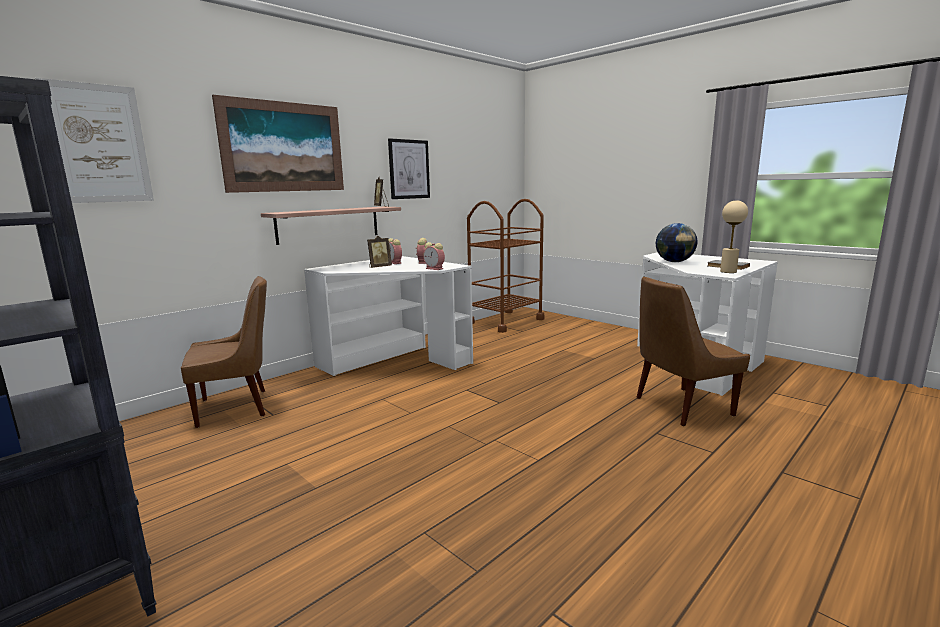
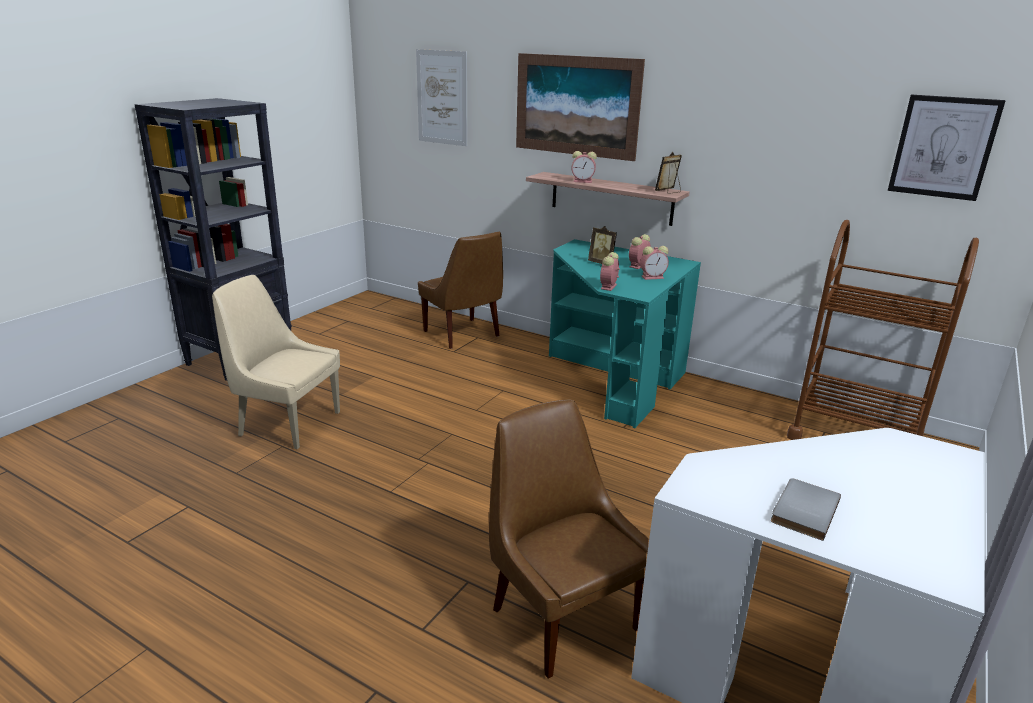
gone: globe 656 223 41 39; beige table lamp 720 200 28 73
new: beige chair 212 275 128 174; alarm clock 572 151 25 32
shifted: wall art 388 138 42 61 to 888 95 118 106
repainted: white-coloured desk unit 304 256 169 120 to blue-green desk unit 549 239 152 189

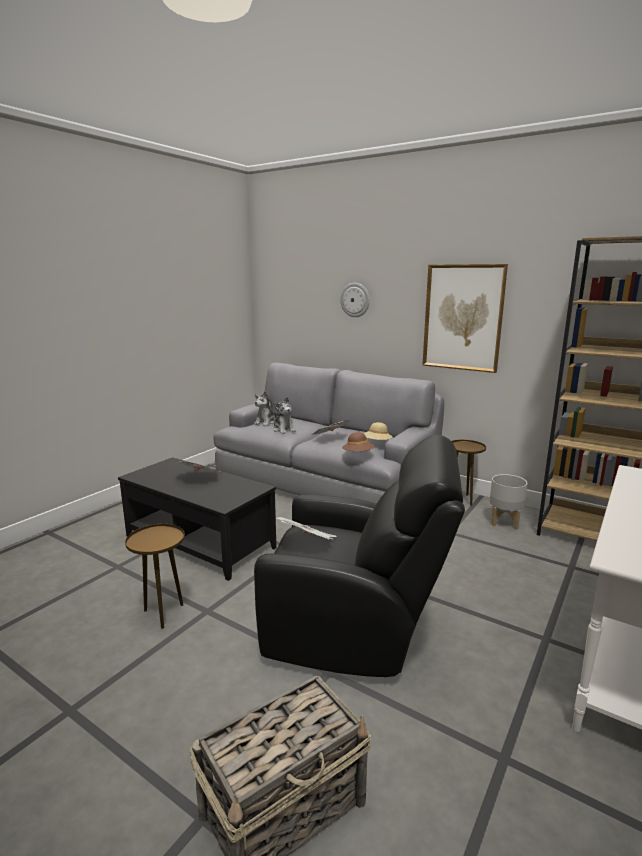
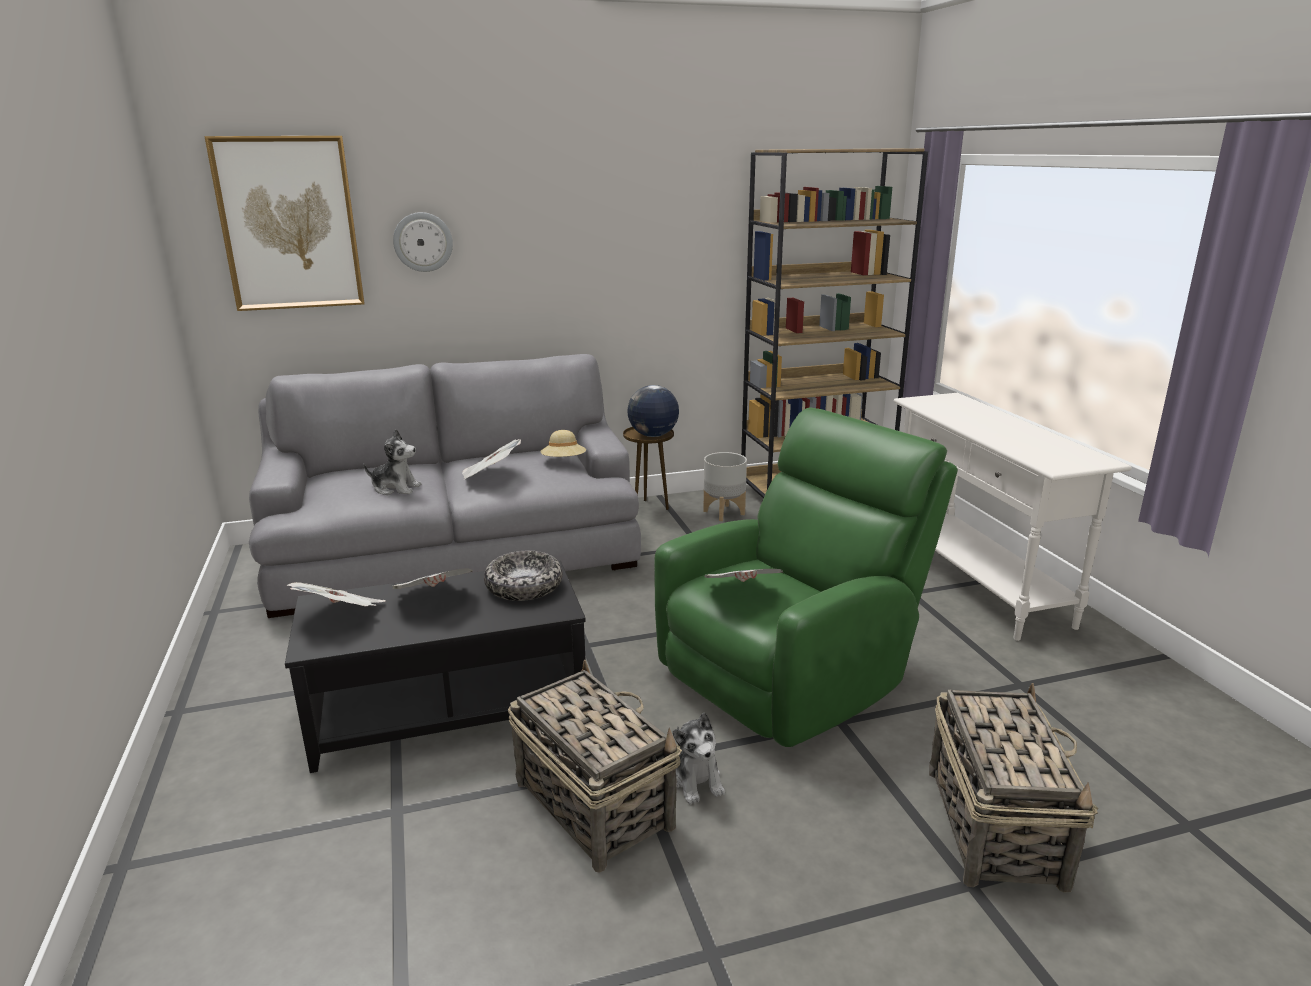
gone: brown-coloured wearable hat 342 432 33 19
new: newspaper 287 582 99 25; bowl 484 551 79 50; globe 627 385 52 52
shifted: plush toy 254 392 23 34 to 673 712 52 93; wall art 422 264 86 109 to 204 136 161 175
swapped: brown-coloured accent table 125 524 60 105 to storage basket 508 660 174 213
repainted: black-coloured armchair 254 435 211 242 to green-coloured armchair 654 407 304 340

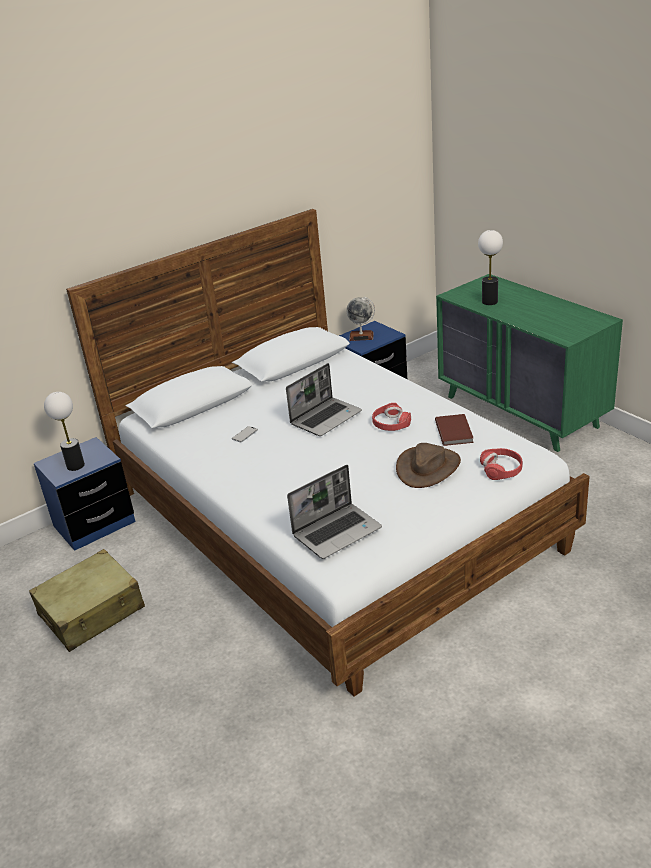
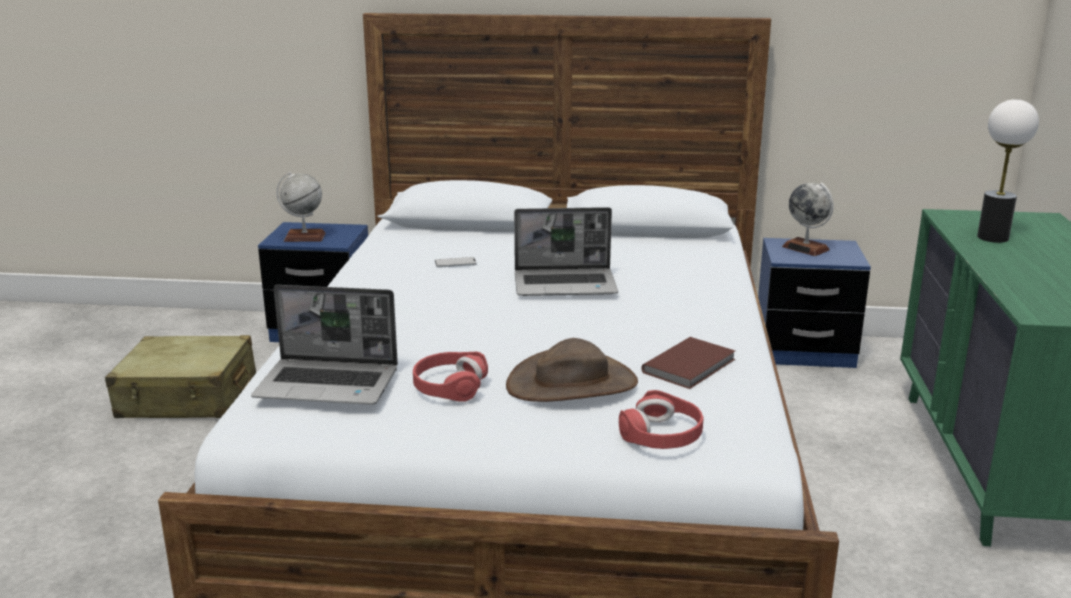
shifted: red headphones 372 403 39 28 to 413 352 75 50
swapped: table lamp 44 392 41 79 to globe 276 172 50 70

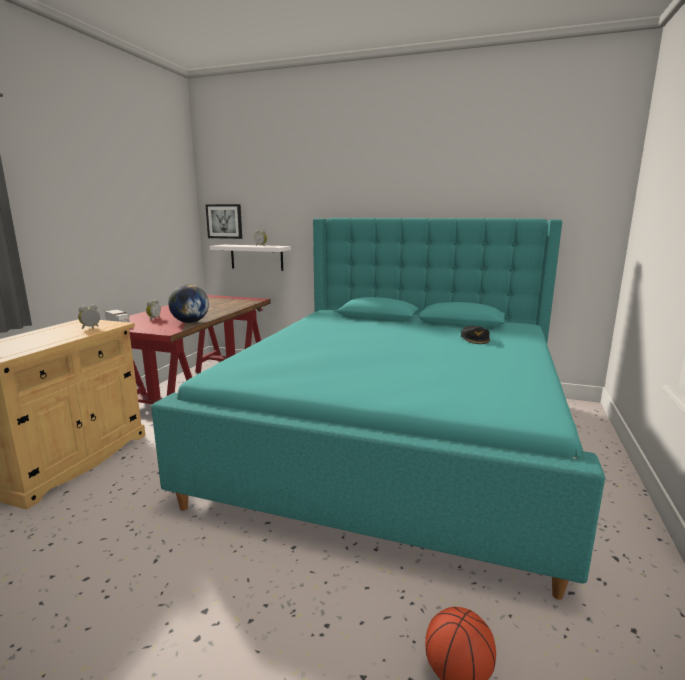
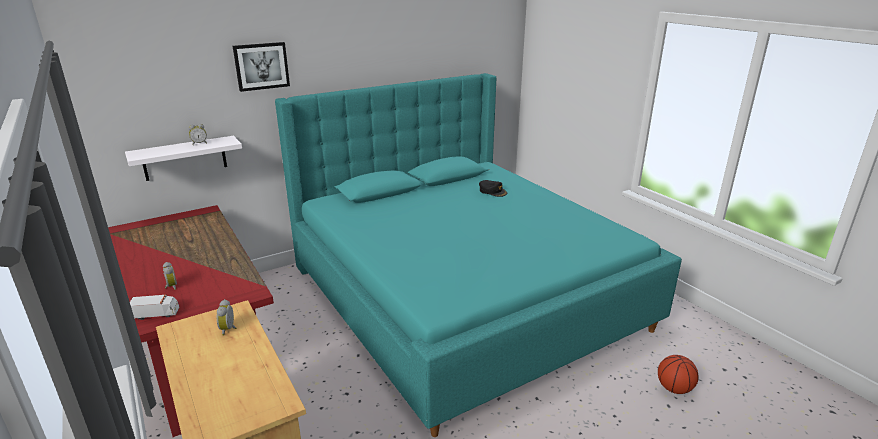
gone: globe 168 284 41 39
shifted: wall art 205 204 37 35 to 233 42 57 50

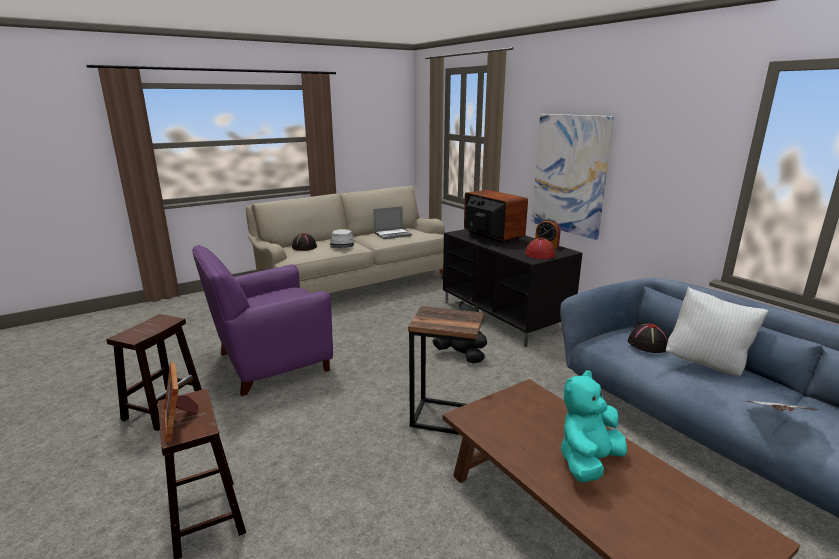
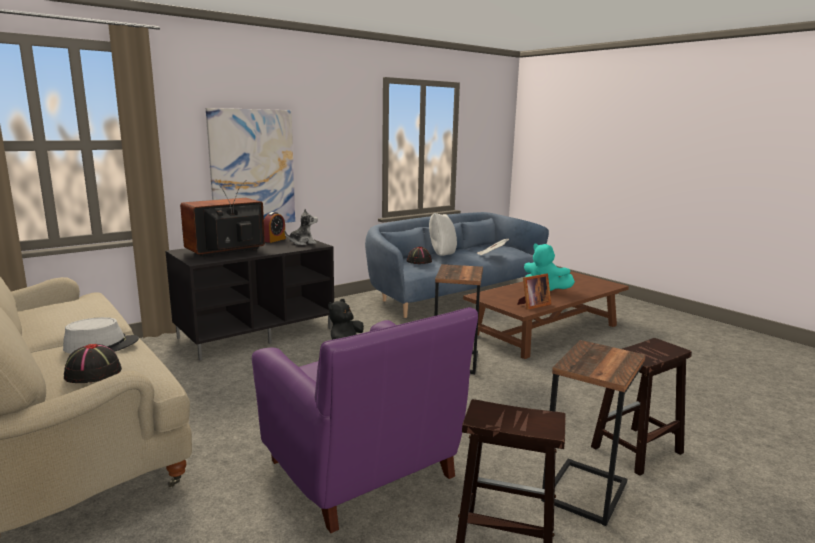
gone: laptop 373 206 39 33
new: accent table 541 340 105 186
shifted: photo frame 164 362 34 80 to 517 274 34 36
swapped: red wearable hat 525 238 30 21 to plush toy 284 209 34 36

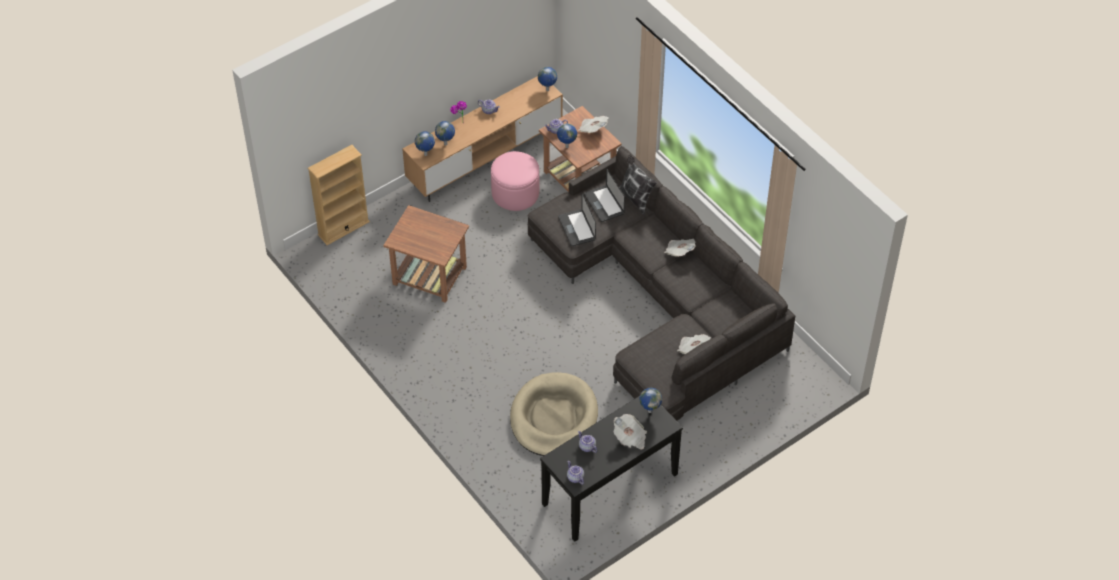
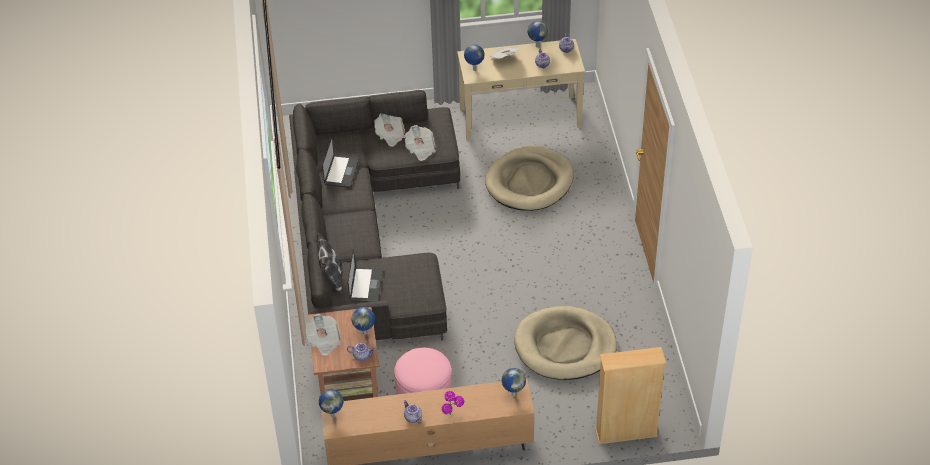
shifted: globe 435 121 20 25 to 528 21 20 26; laptop 558 193 38 53 to 322 136 37 52; newspaper 664 239 32 18 to 405 125 31 36
swapped: brown-coloured accent table 383 205 86 98 to beige dog bed 514 306 103 74
repainted: black-coloured console table 540 396 143 146 to beige console table 457 39 128 101

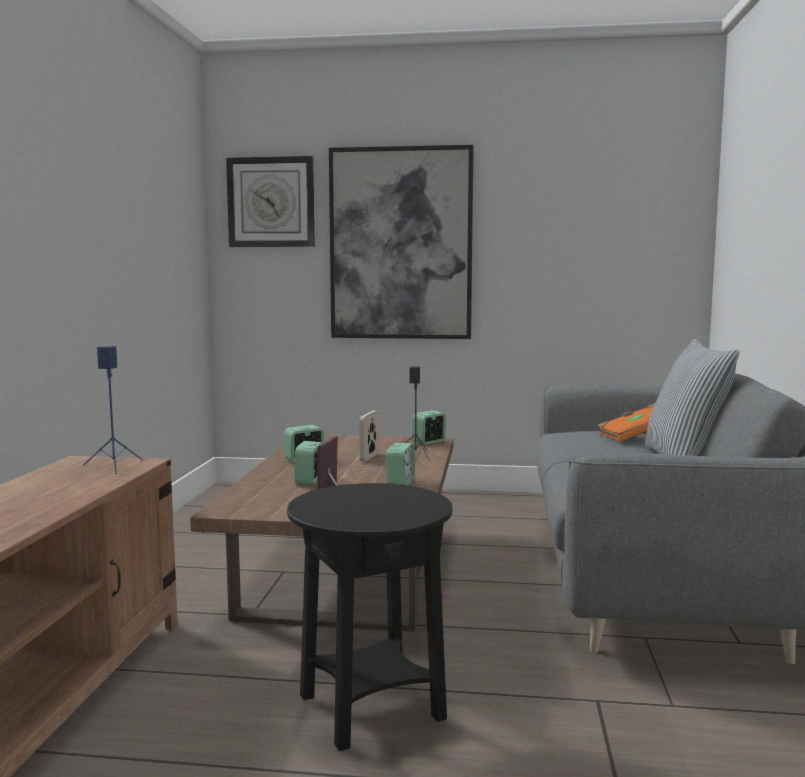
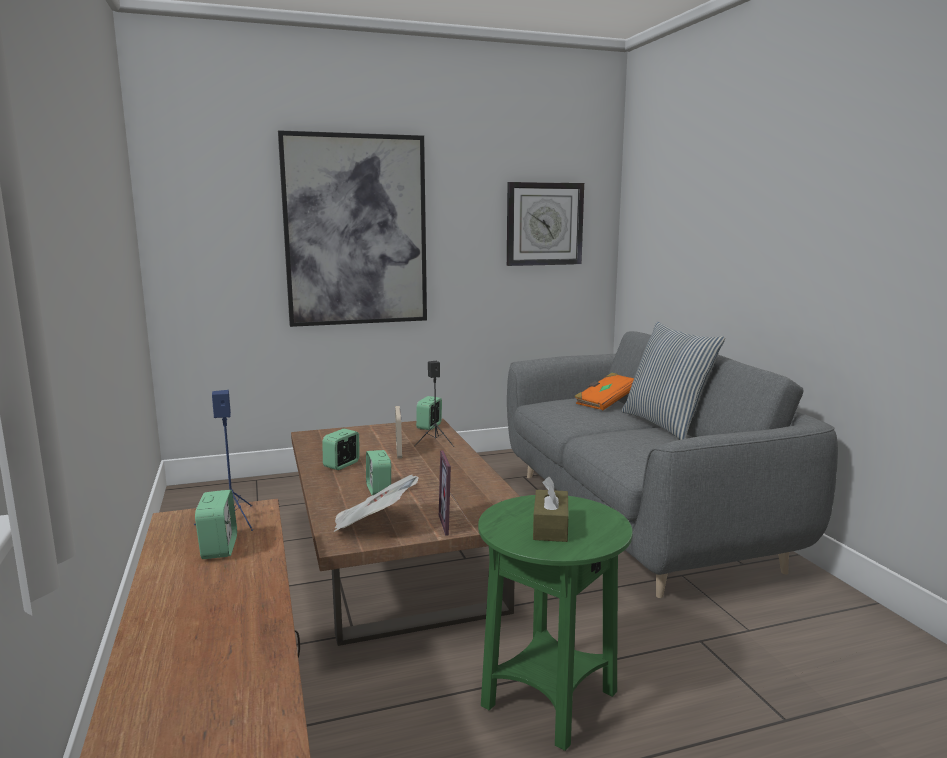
new: newspaper 333 474 86 58; brown-coloured tissue holder 533 477 35 65
shifted: wall clock 226 156 89 91 to 507 182 77 84; alarm clock 386 443 29 42 to 195 490 42 69
repainted: black-coloured accent table 287 483 166 268 to green-coloured accent table 478 495 155 256

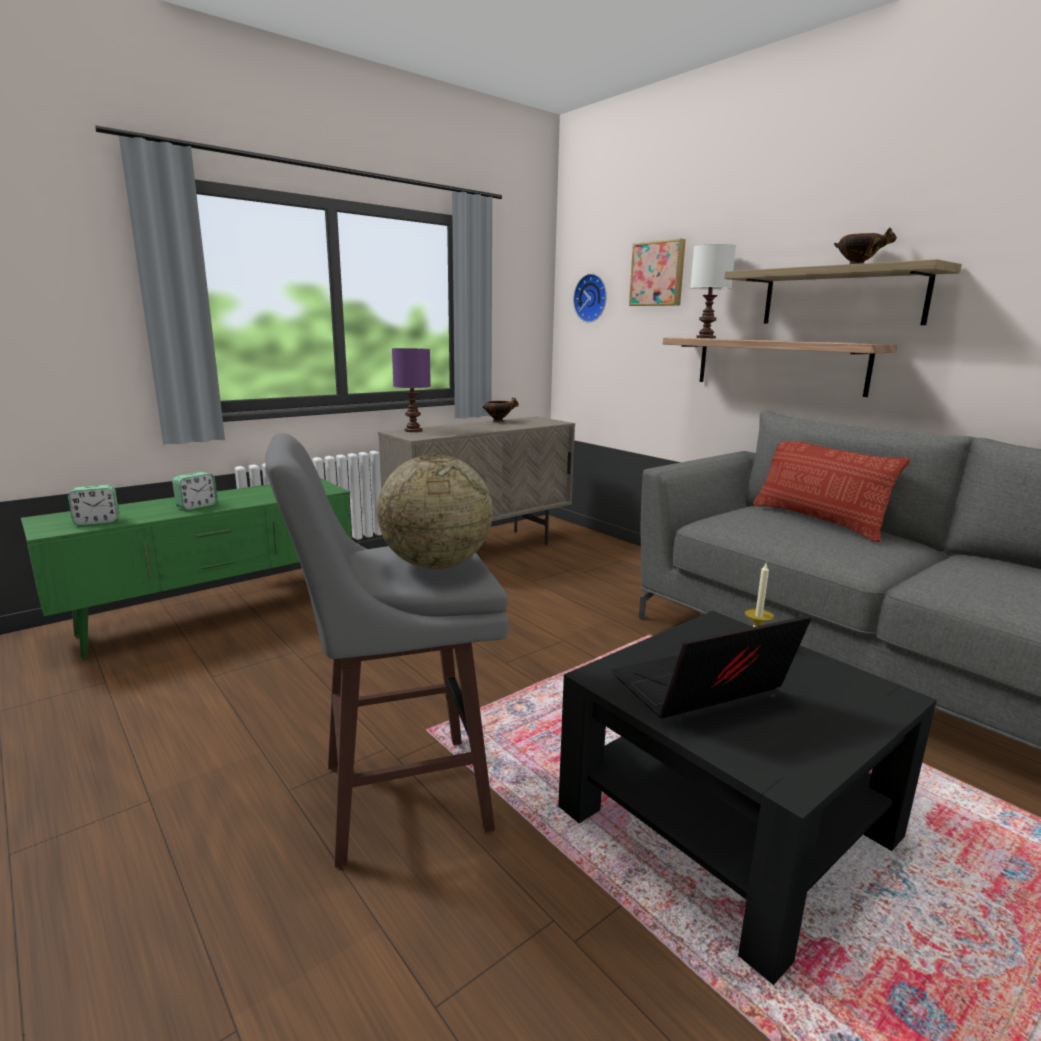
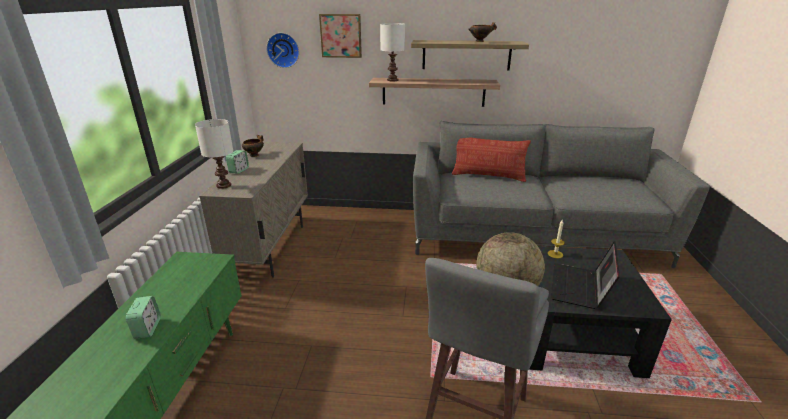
shifted: alarm clock 68 485 51 40 to 226 150 23 24
repainted: purple table lamp 392 348 39 84 to white-coloured table lamp 195 119 38 70

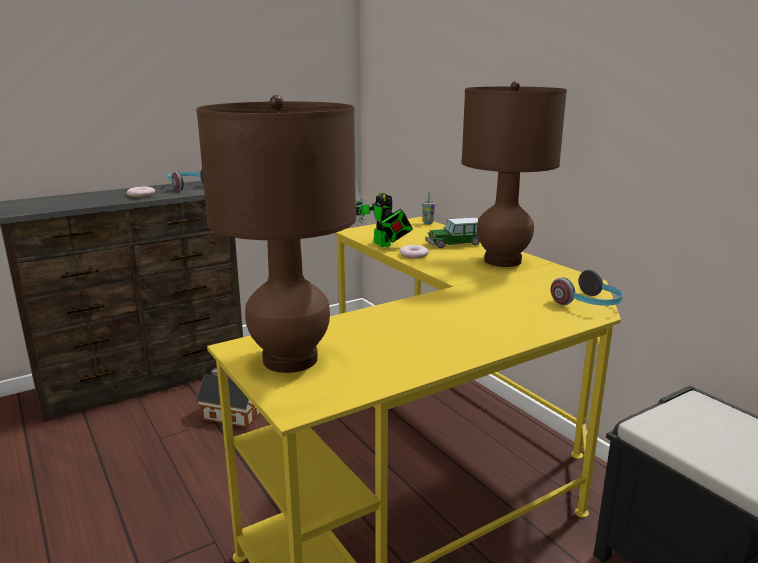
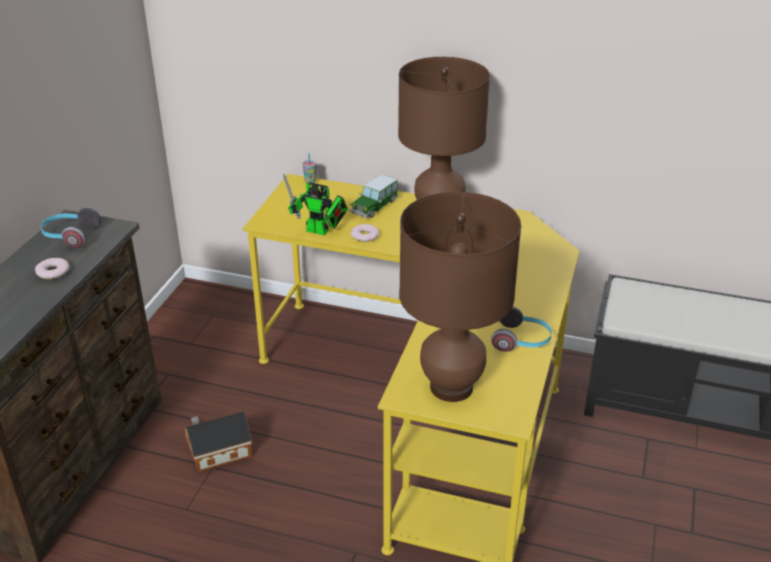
shifted: headphones 551 269 72 37 to 491 307 61 45

